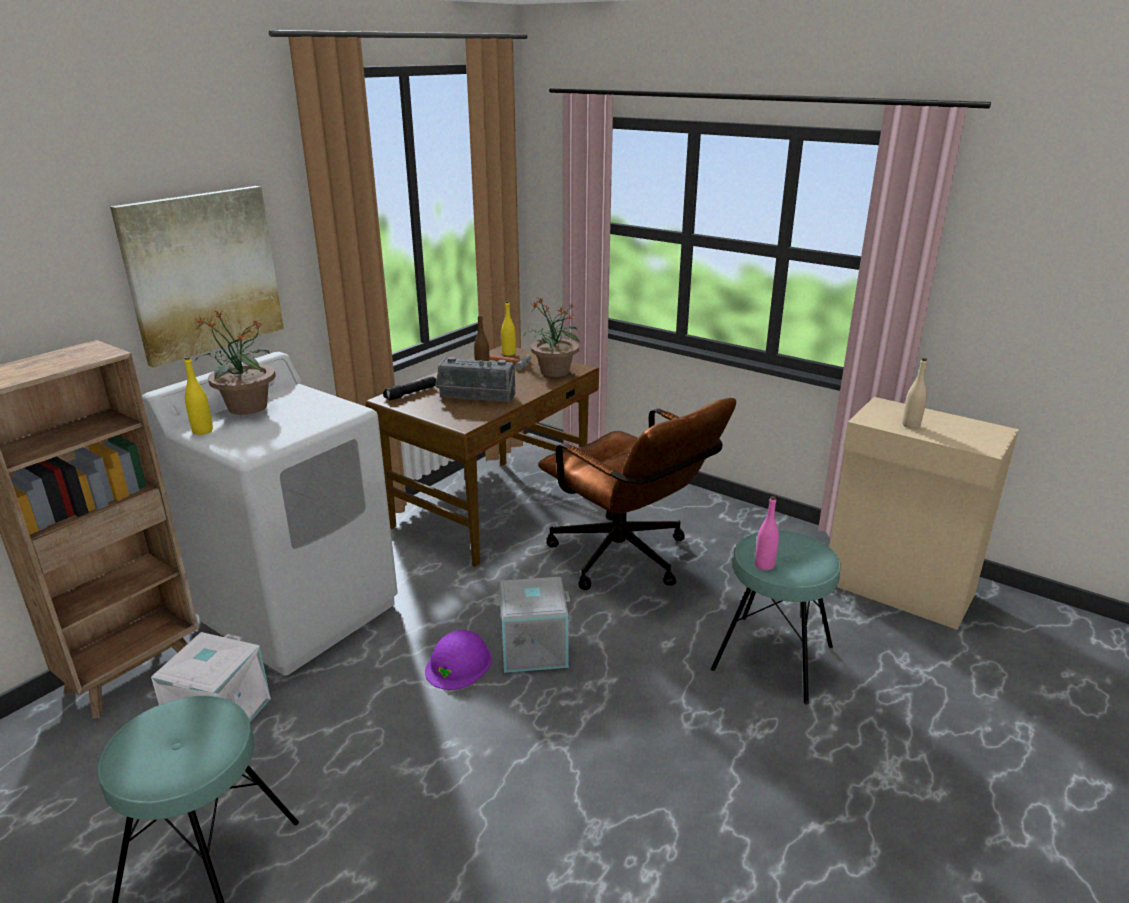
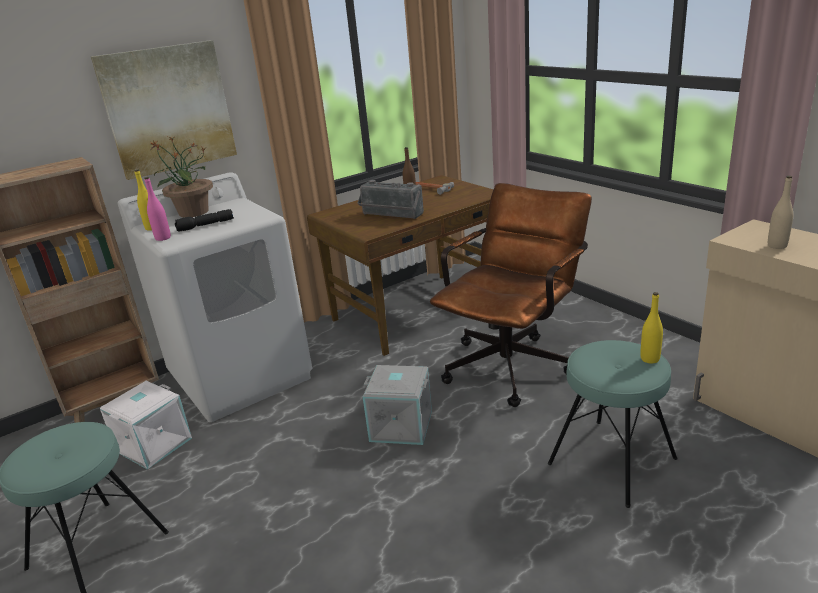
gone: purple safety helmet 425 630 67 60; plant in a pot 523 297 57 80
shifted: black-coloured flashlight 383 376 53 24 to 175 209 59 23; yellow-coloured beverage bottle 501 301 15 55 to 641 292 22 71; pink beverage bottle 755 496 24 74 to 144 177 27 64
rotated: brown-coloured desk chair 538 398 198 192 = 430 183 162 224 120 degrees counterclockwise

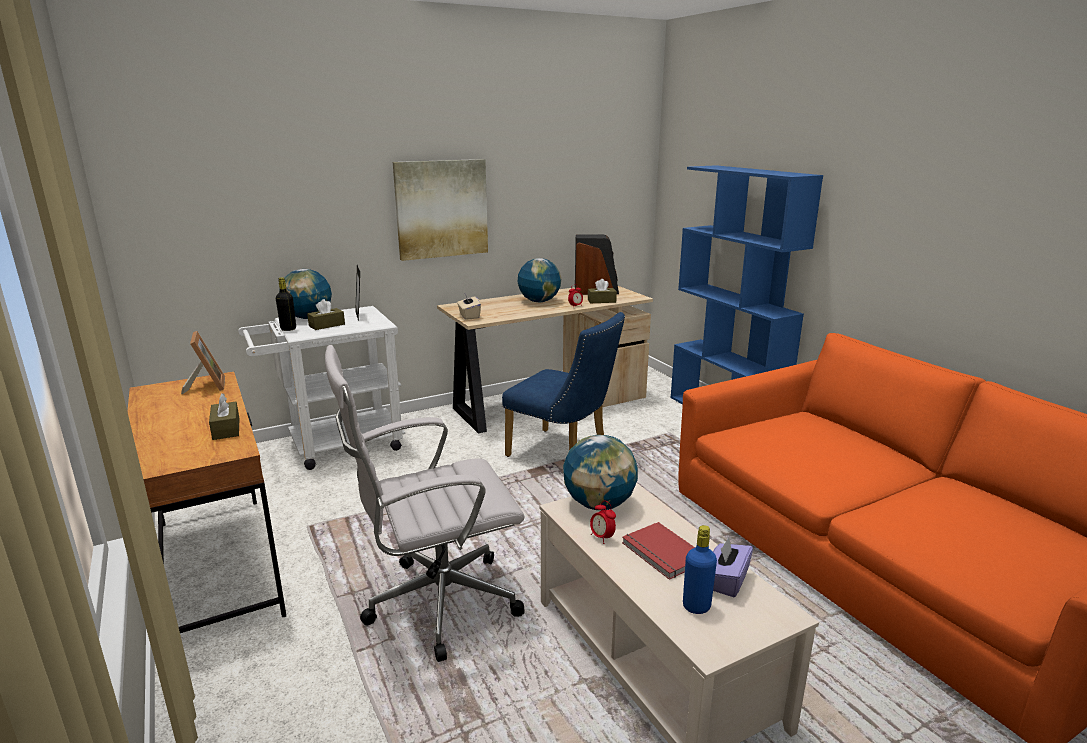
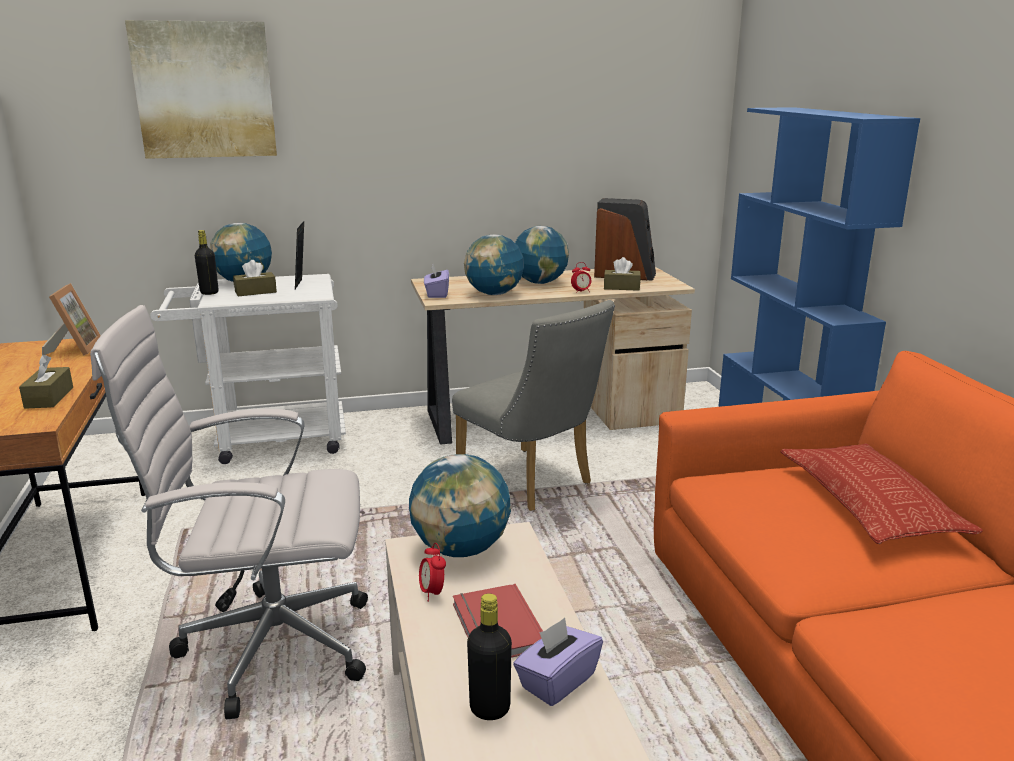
new: globe 464 234 60 61; cushion 780 443 203 101
shifted: wall art 393 159 95 102 to 125 20 152 139
repainted: beige tissue holder 457 292 24 28 to purple tissue holder 424 264 25 34; bluish chair 502 312 123 145 to grey chair 452 300 163 211; bluish beverage bottle 683 525 34 89 to black-coloured beverage bottle 467 593 45 127

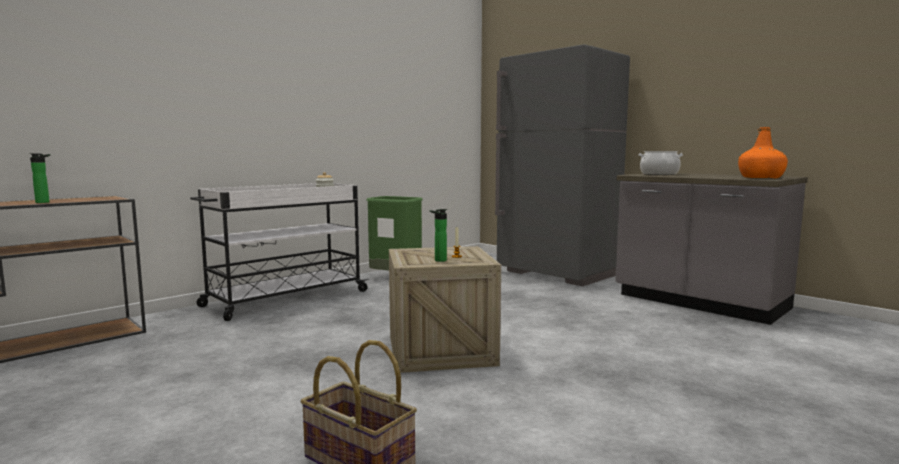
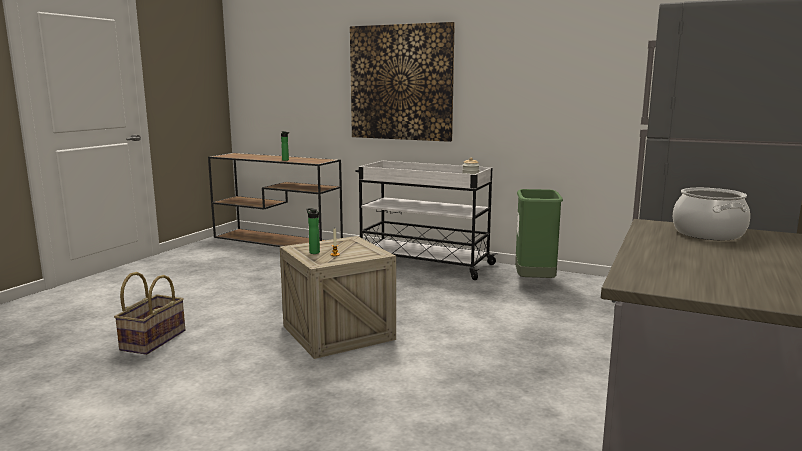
gone: orange beverage bottle 738 127 50 51
new: wall art 350 22 105 120

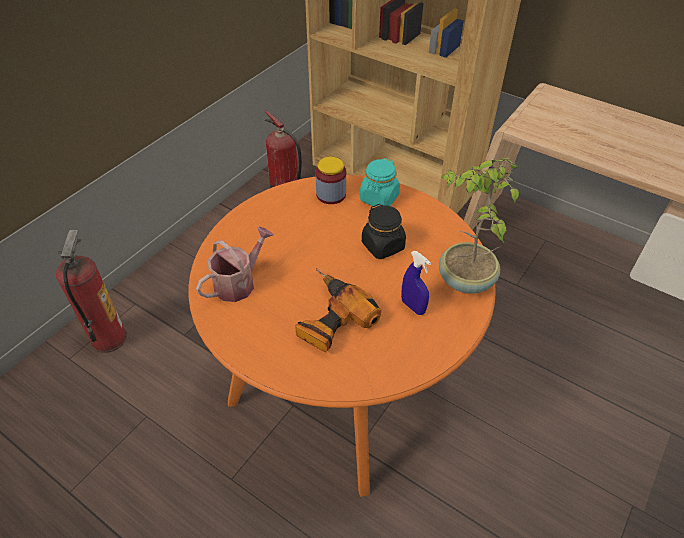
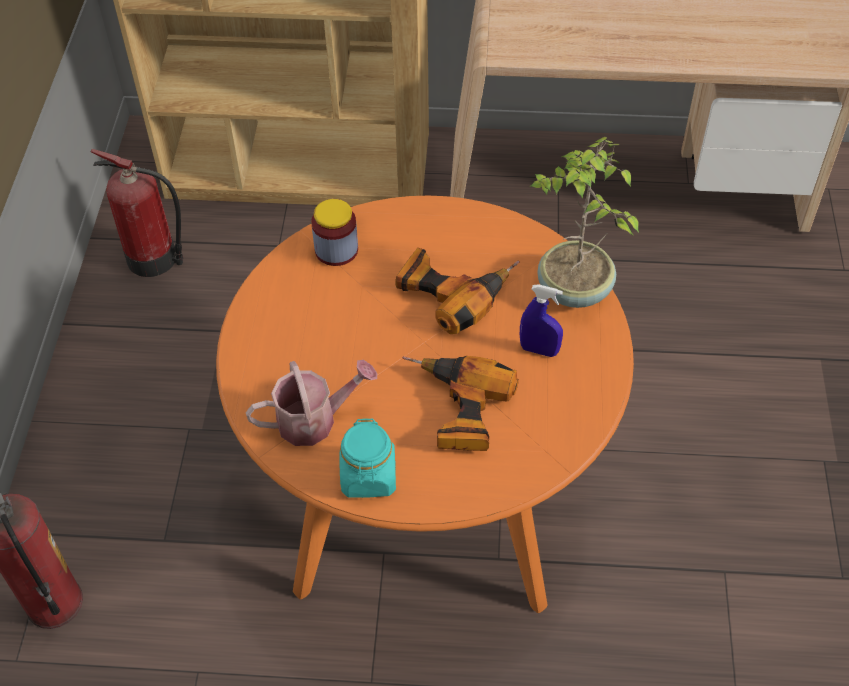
shifted: blue-green storage jar 360 158 40 48 to 339 418 57 80
swapped: black-coloured storage jar 362 204 44 55 to power drill 395 248 125 86
rotated: watering can 196 227 78 75 = 246 360 131 86 60 degrees clockwise

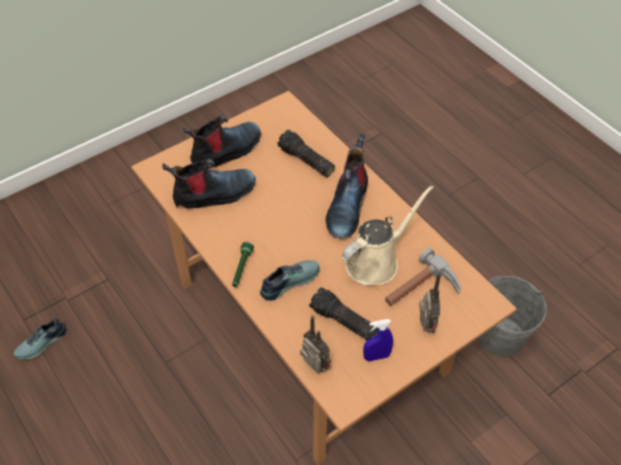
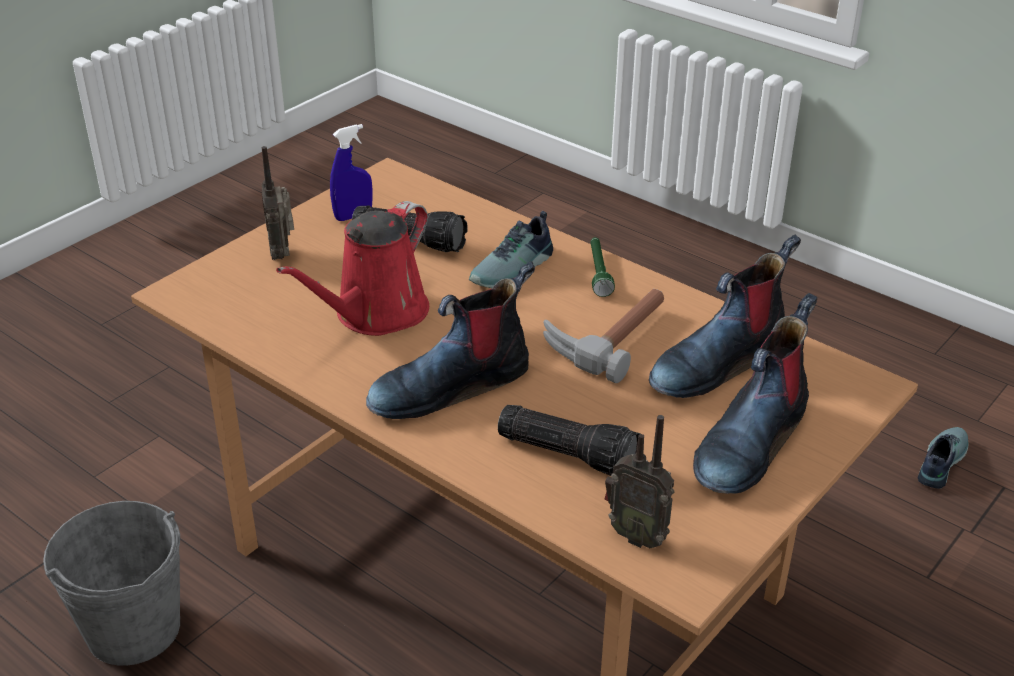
shifted: radio set 300 316 31 58 to 605 415 69 133; hammer 385 248 76 58 to 543 289 121 94
repainted: beige watering can 342 185 92 100 to red watering can 276 201 153 135
rotated: tall boot 325 134 43 105 = 366 261 169 158 120 degrees counterclockwise

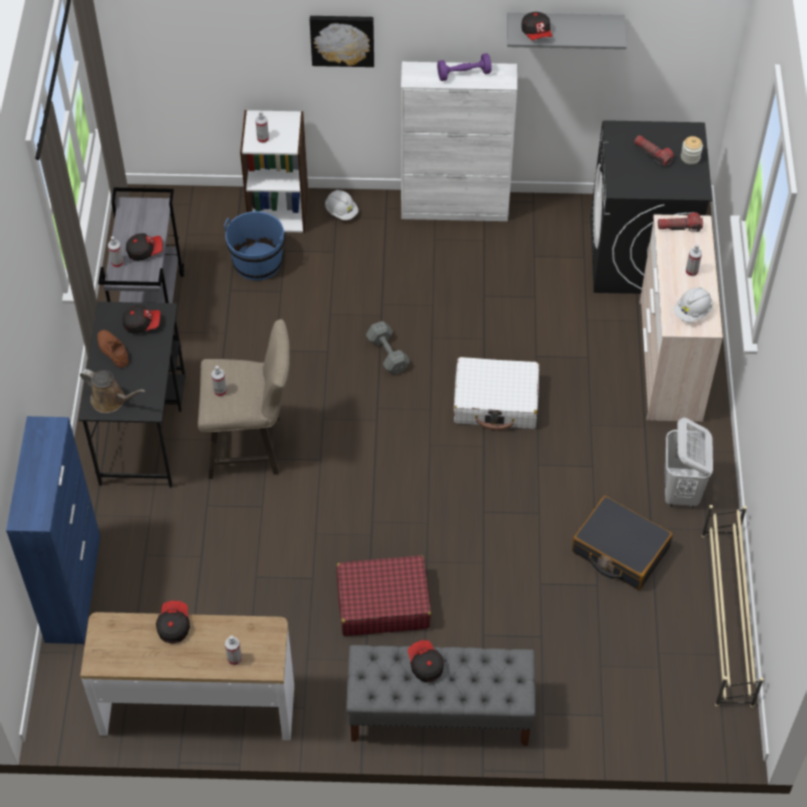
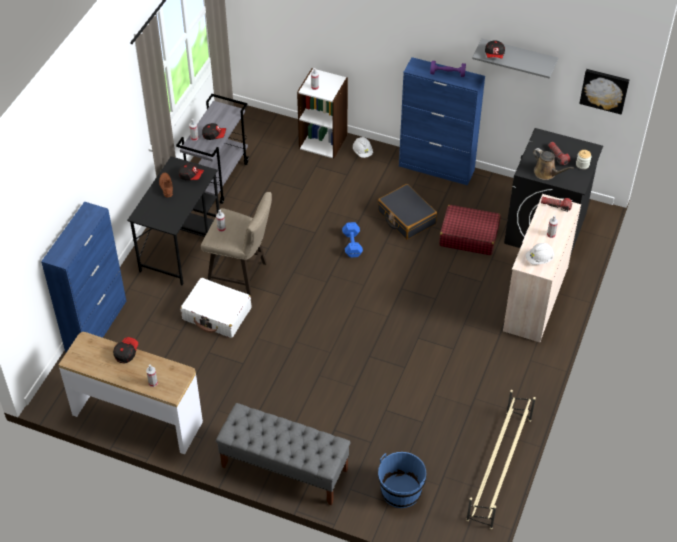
gone: baseball cap 408 640 36 43; white-coloured hamper 665 417 48 91
shifted: brown-coloured watering can 80 369 65 44 to 533 148 40 32; bluish bucket 224 211 61 70 to 378 452 48 56; wall art 310 16 64 51 to 579 69 50 45; red piece of luggage 336 555 95 81 to 439 205 62 50; white-coloured piece of luggage 454 357 85 74 to 181 278 70 60; black-coloured piece of luggage 572 496 101 94 to 378 184 59 56
repainted: grey free weight 366 321 44 53 to bluish free weight 342 222 21 36; white-coloured storage cabinet 401 62 116 159 to bluish storage cabinet 399 57 86 128

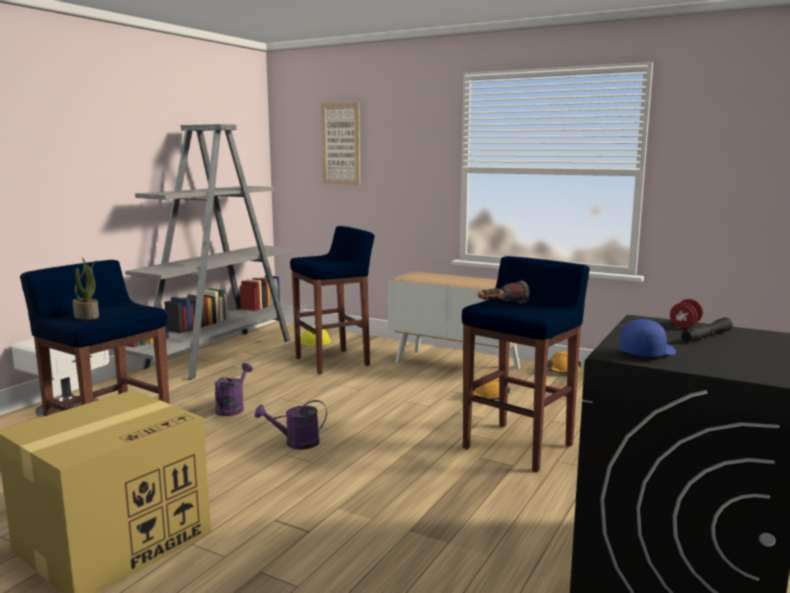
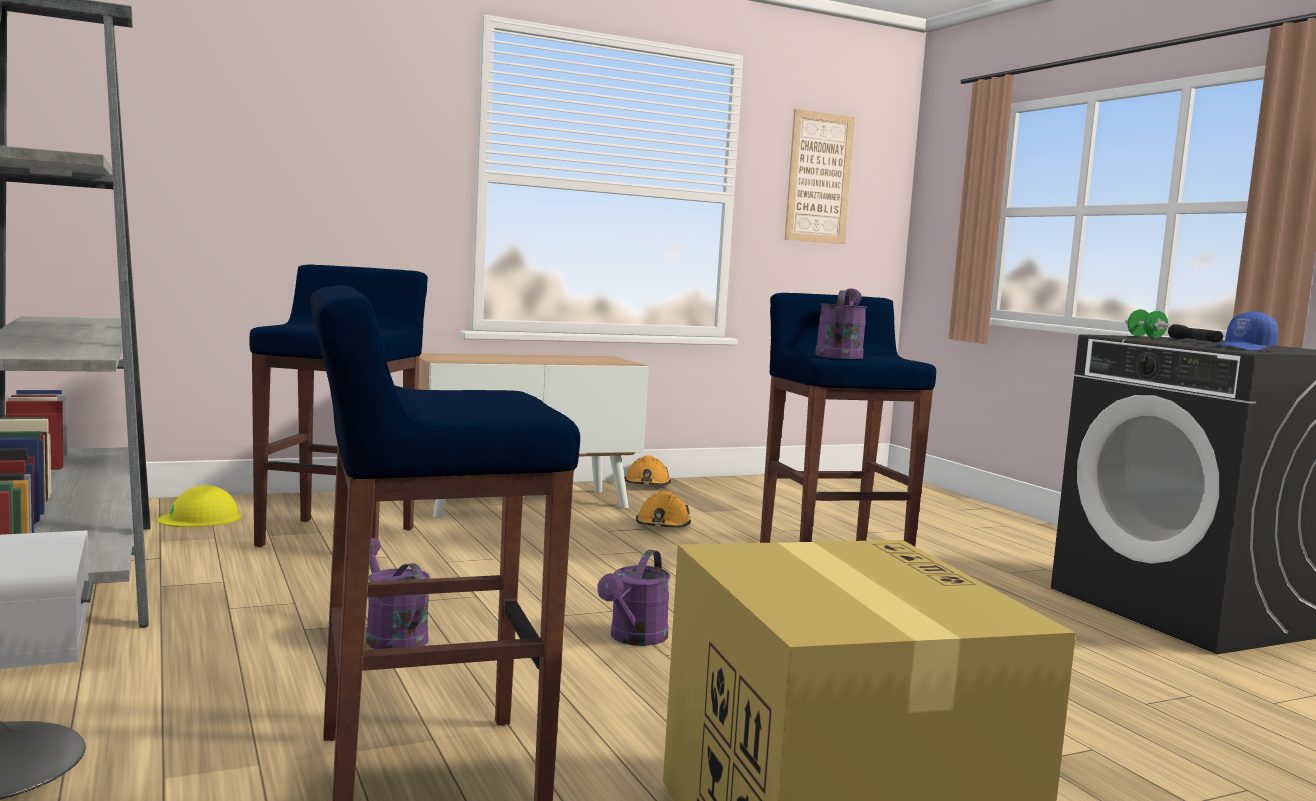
gone: plant in a pot 72 257 27 63
shifted: wall art 321 102 39 83 to 785 109 70 135
swapped: flashlight 478 280 51 24 to purple watering can 815 288 52 71
repainted: red free weight 670 299 33 29 to green-coloured free weight 1125 309 46 29
rotated: bluish baseball cap 619 319 57 38 = 1214 311 64 40 120 degrees counterclockwise

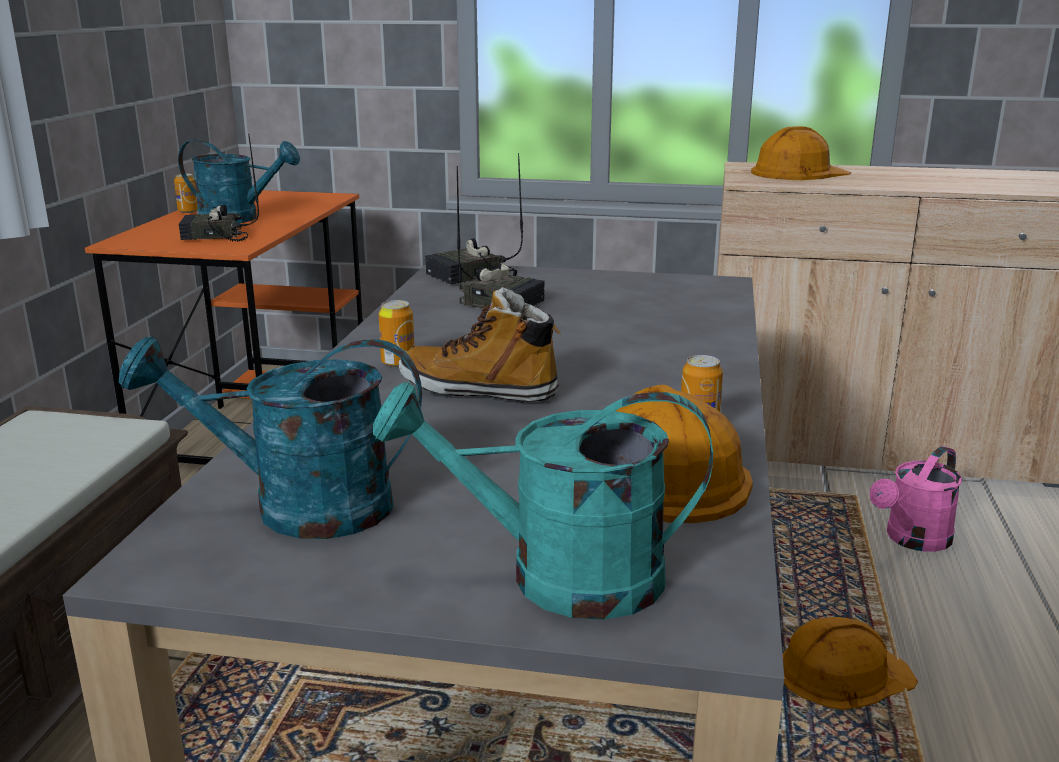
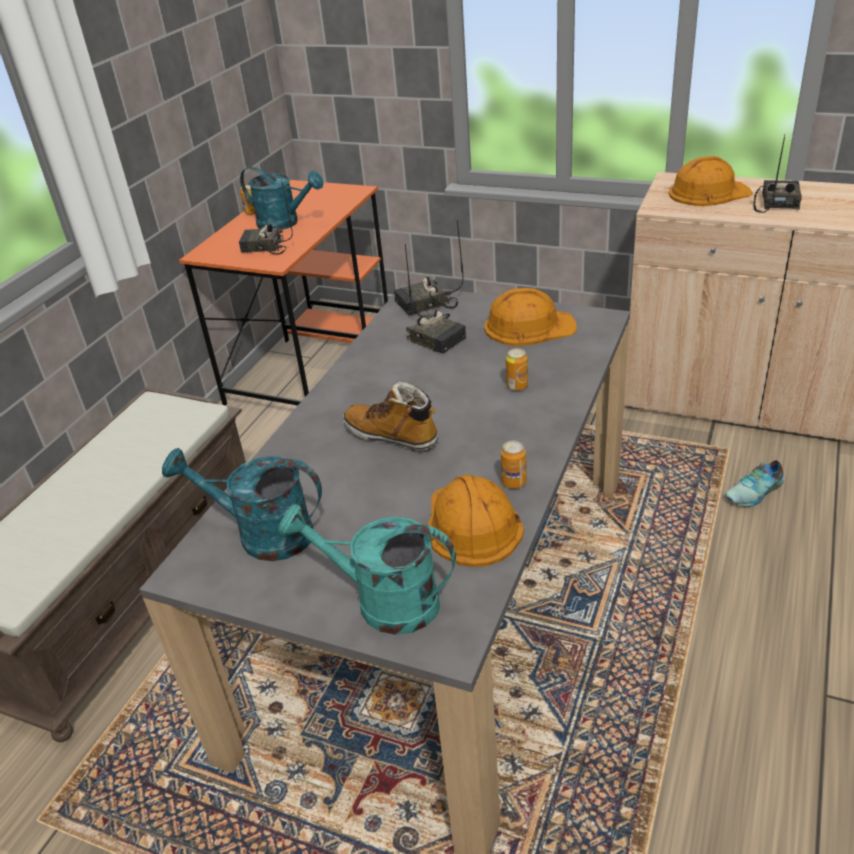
new: radio set 753 136 49 77
shifted: can 379 300 36 67 to 506 348 22 43; orange safety helmet 783 617 135 93 to 484 288 93 58
swapped: pink watering can 870 446 92 106 to shoe 725 460 60 47

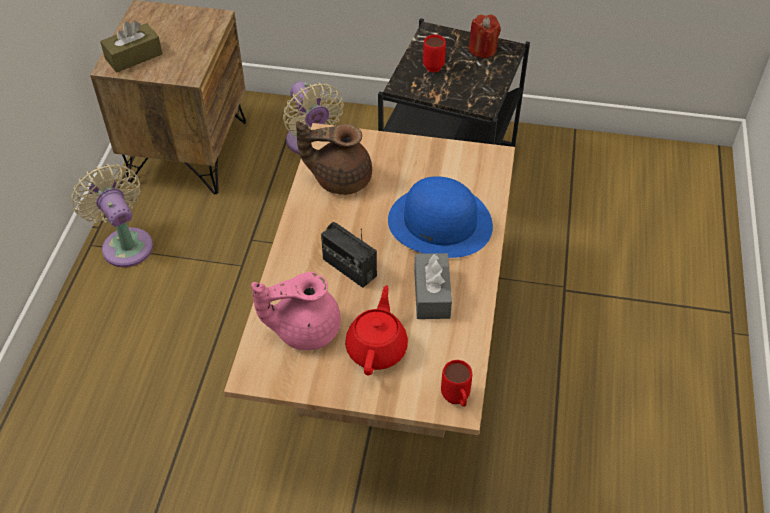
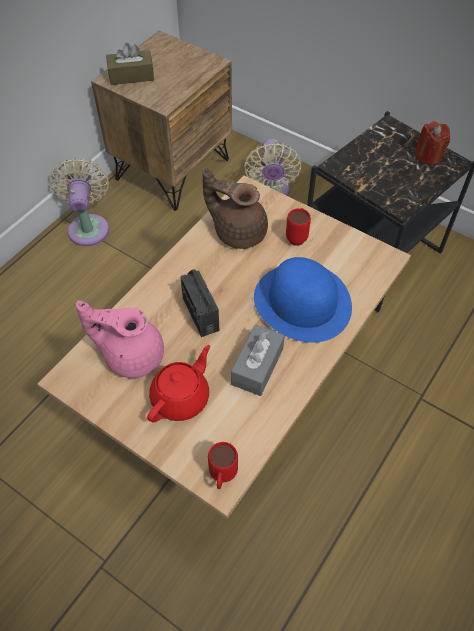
shifted: red tea mug 423 35 23 37 to 286 208 25 38

